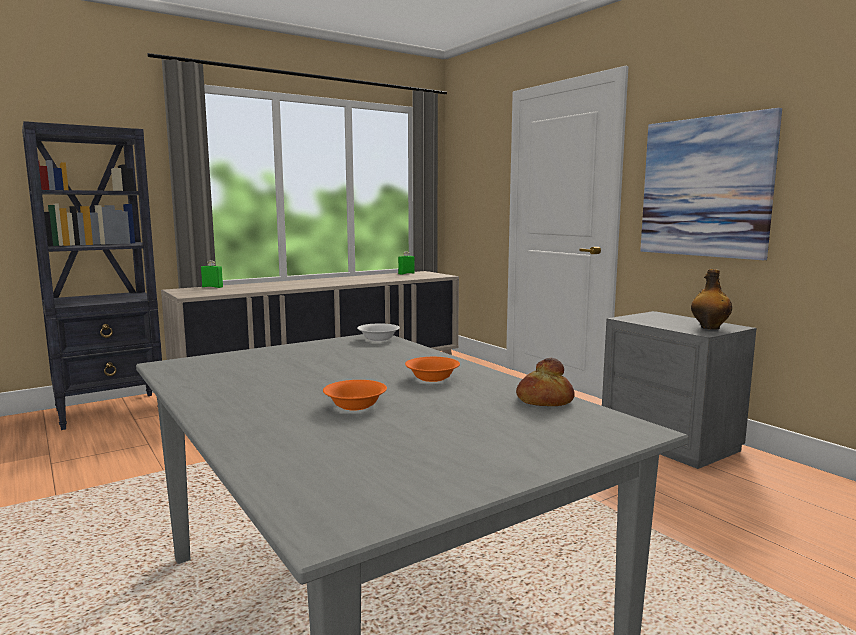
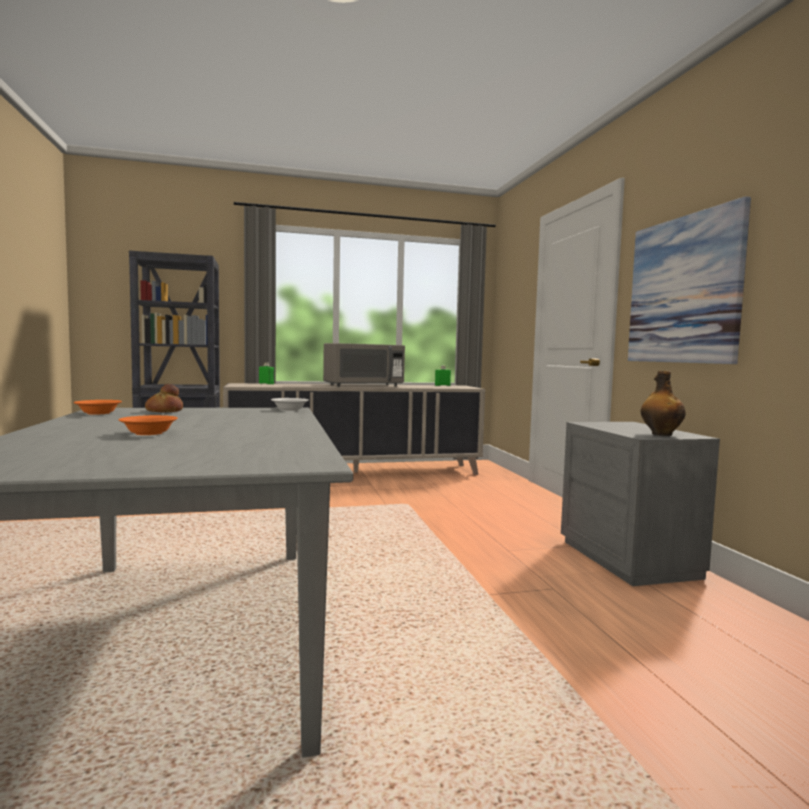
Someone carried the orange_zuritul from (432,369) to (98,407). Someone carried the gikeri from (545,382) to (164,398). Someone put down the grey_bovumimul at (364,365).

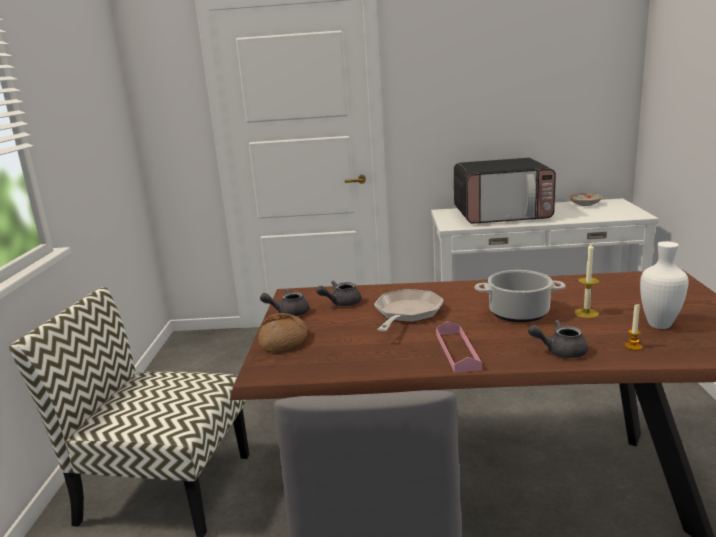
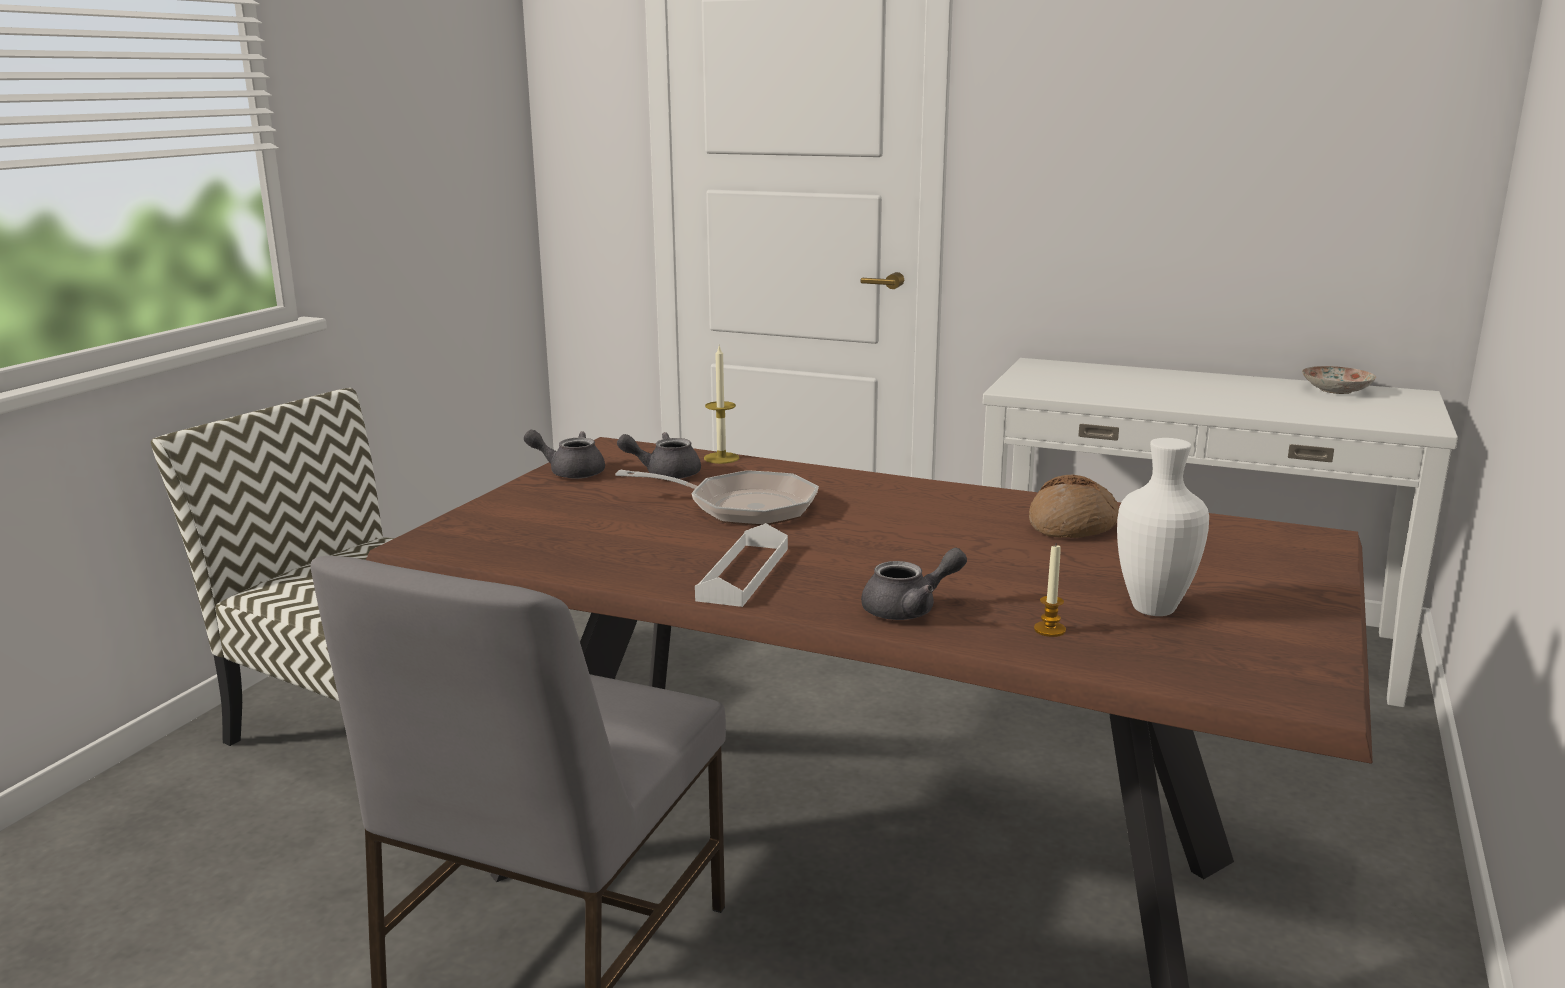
Someone carried the gikeri from (282,332) to (1074,506). Someone rotated the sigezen at (409,310) by 60 degrees clockwise. Someone repainted the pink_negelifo at (459,347), which became the white_negelifo at (741,565). Someone took away the bovumimul at (505,191). Someone took away the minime at (520,296). Someone rotated the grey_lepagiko at (558,339) by 135 degrees clockwise. Someone carried the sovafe from (586,280) to (721,405).

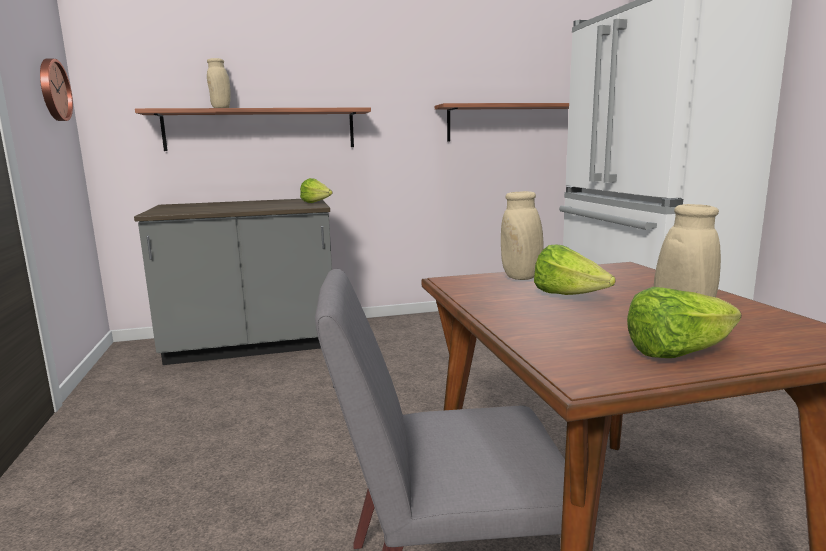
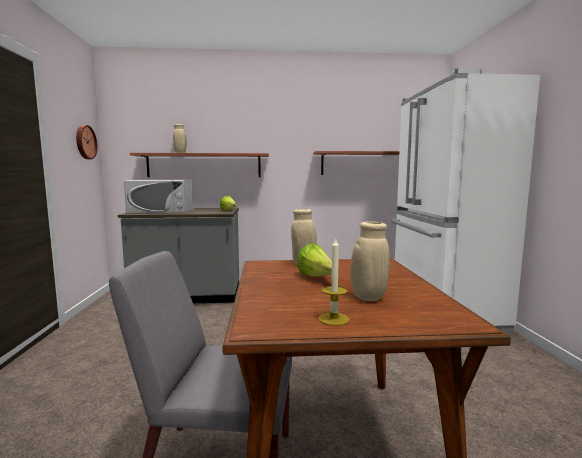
Someone swapped the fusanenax at (684,322) for the sovafe at (334,281). Someone put down the white_bovumimul at (158,196).

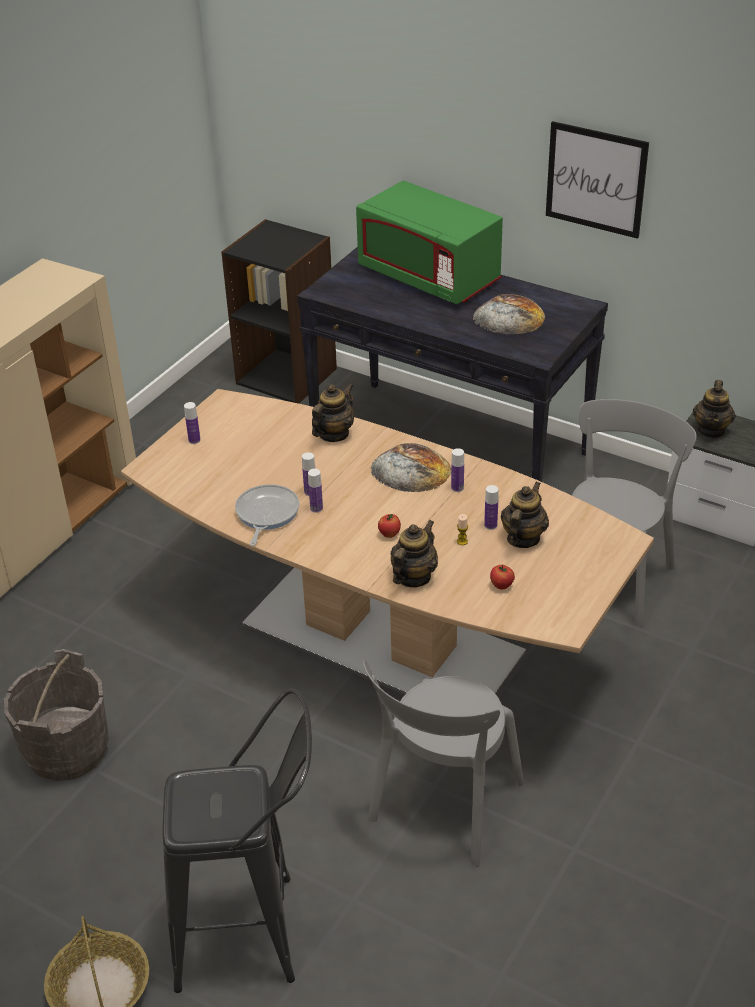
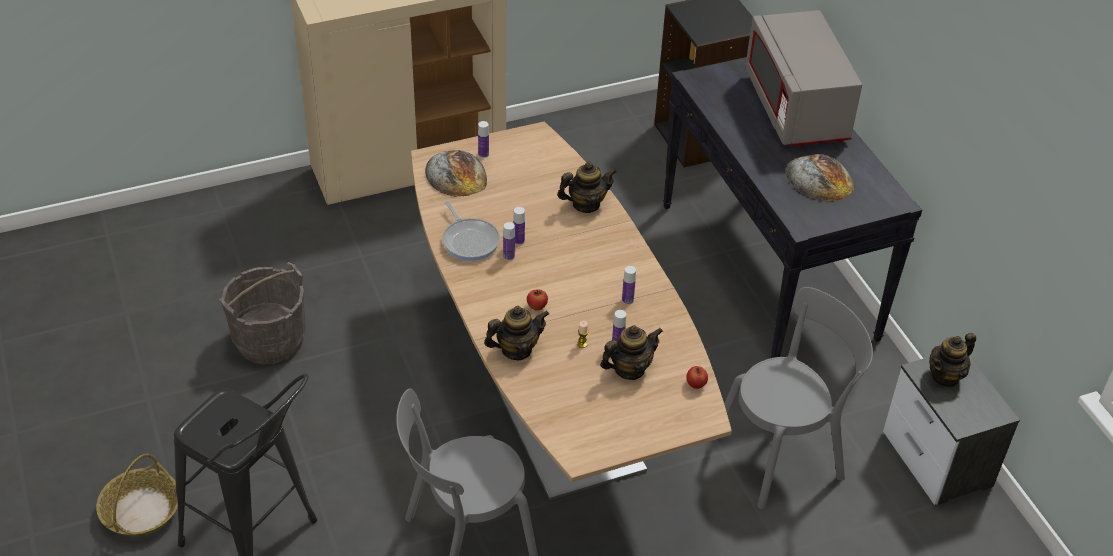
Someone rotated the sigezen at (267,515) by 105 degrees clockwise. Someone repainted the green_bovumimul at (429,242), which became the grey_bovumimul at (803,78). Someone carried the gikeri from (411,467) to (456,173). Someone carried the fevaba from (502,577) to (697,377). Someone took away the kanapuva at (597,180).

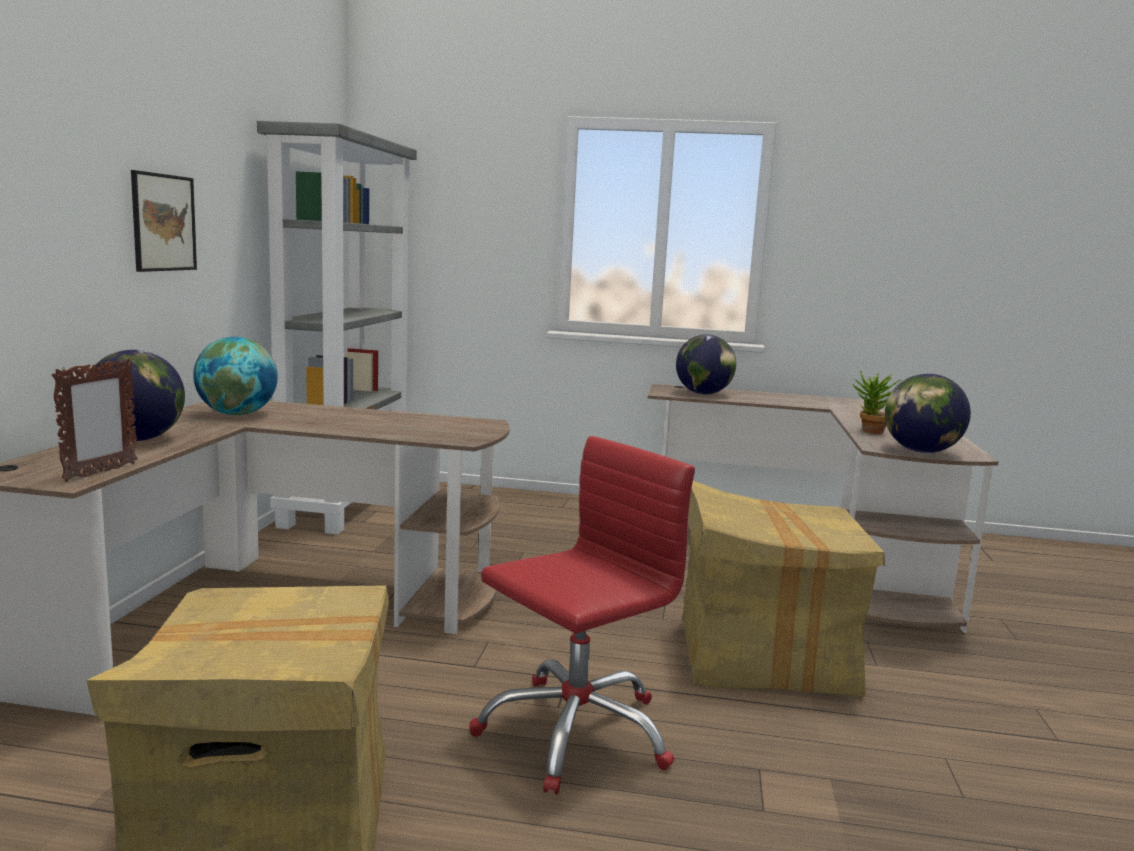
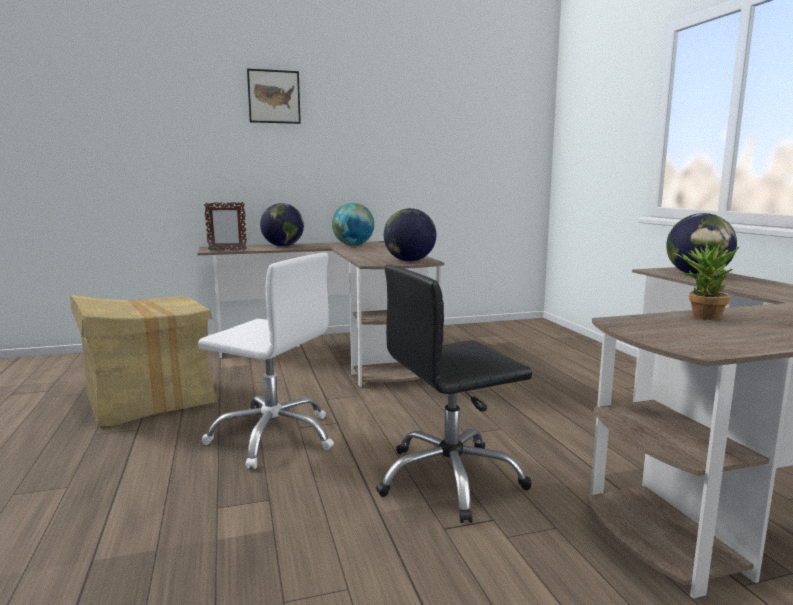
Someone carried the kanapuva from (164,221) to (274,96). Someone took away the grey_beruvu at (337,328). Someone repainted the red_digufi at (582,615), which became the white_digufi at (266,361). Someone swapped the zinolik at (783,589) for the black_digufi at (454,394). Someone carried the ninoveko from (928,413) to (410,235).

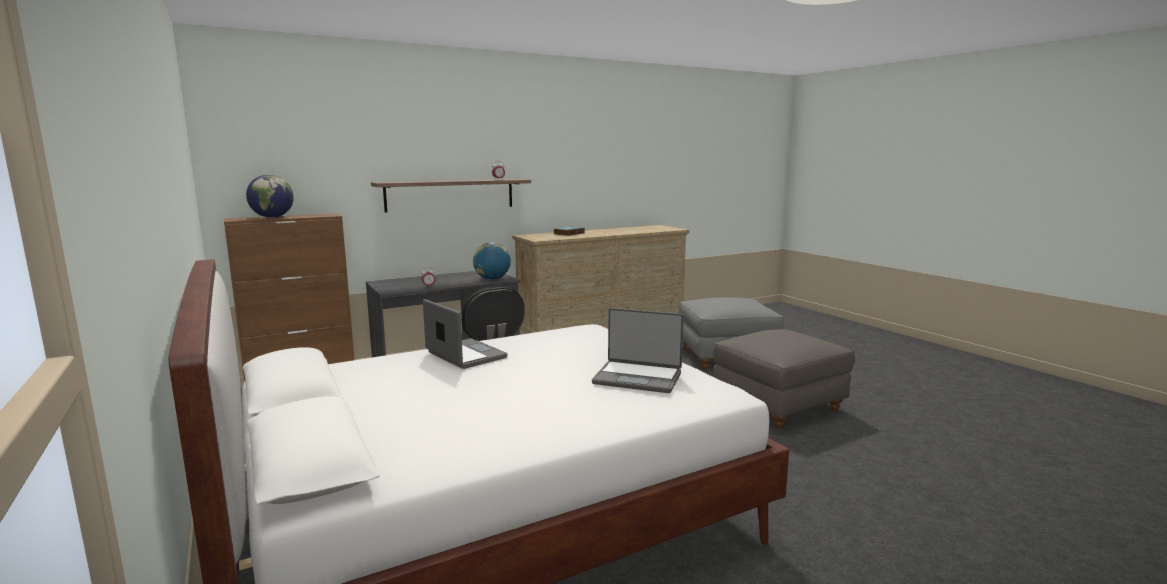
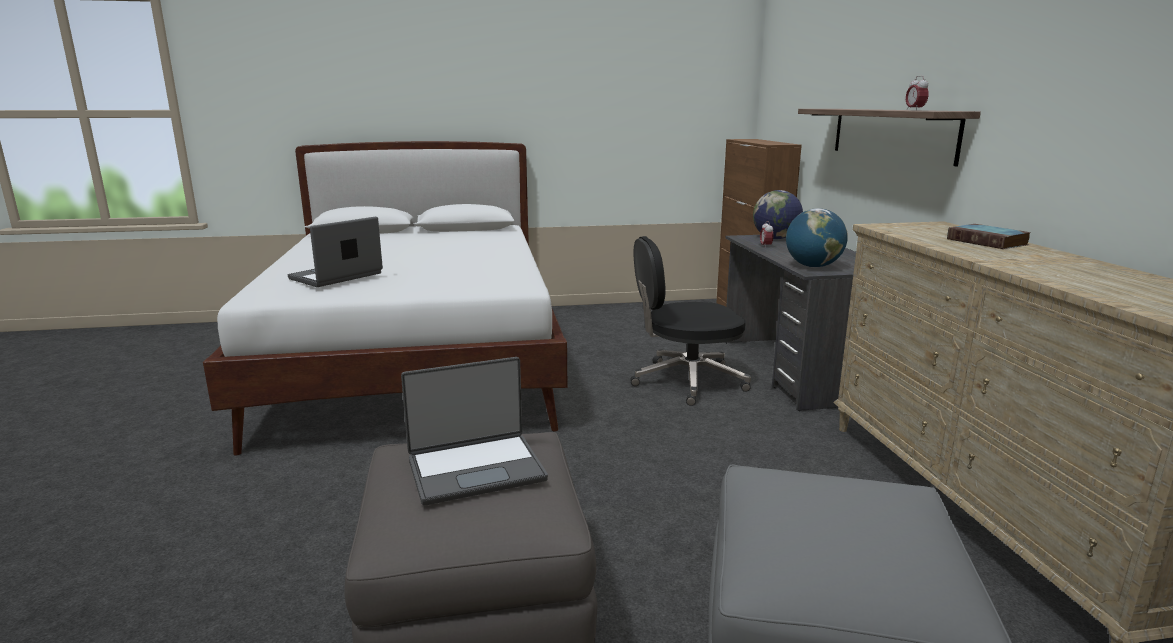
Someone carried the ninoveko from (270,196) to (778,214). Someone carried the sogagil from (465,334) to (474,431).

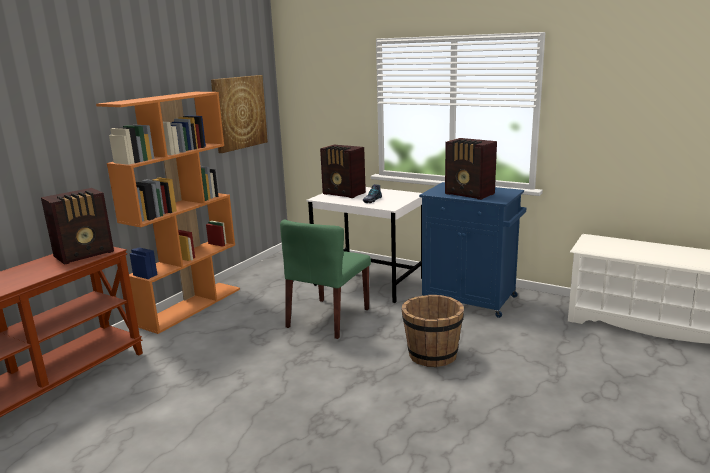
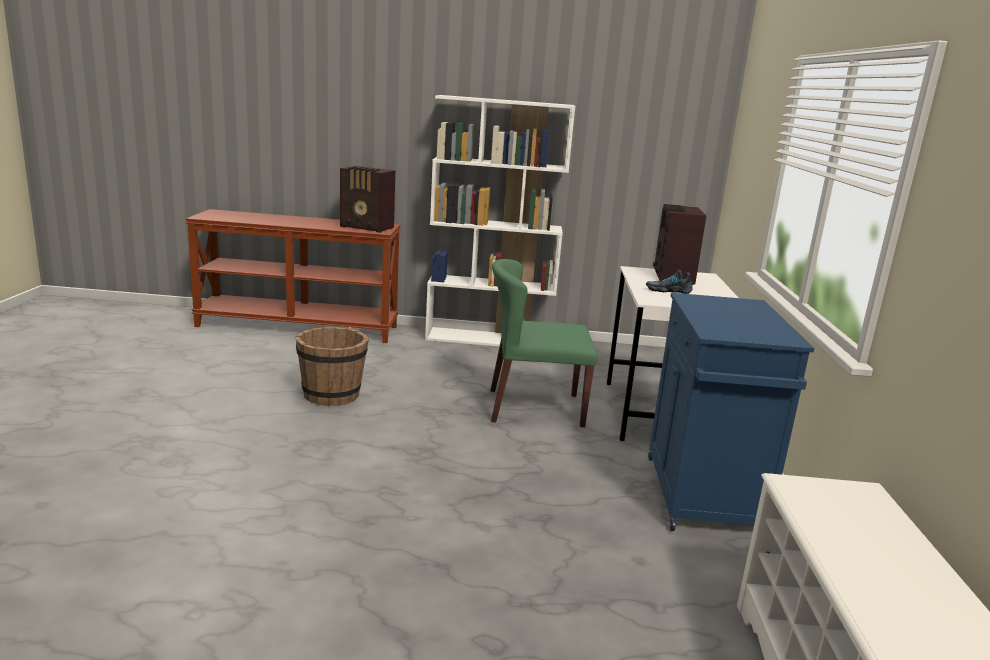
Someone repainted the orange_beruvu at (168,213), which became the white_beruvu at (500,220). Someone took away the kanapuva at (239,114). Someone carried the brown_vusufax from (432,331) to (332,366). Someone took away the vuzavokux at (471,169).

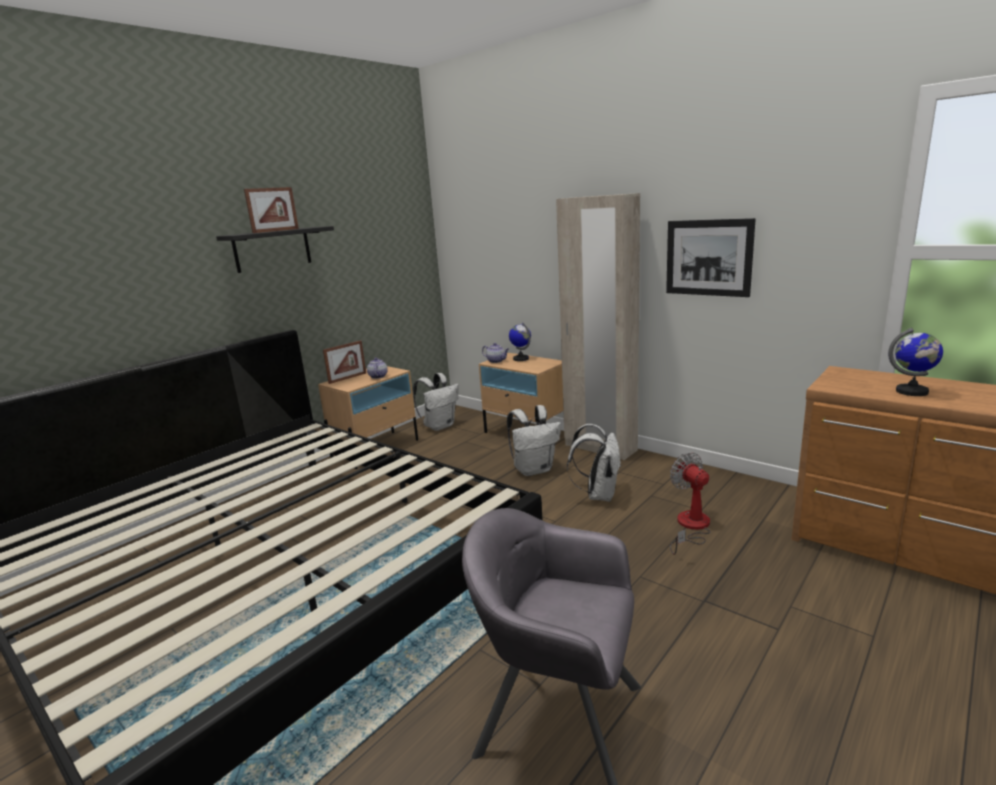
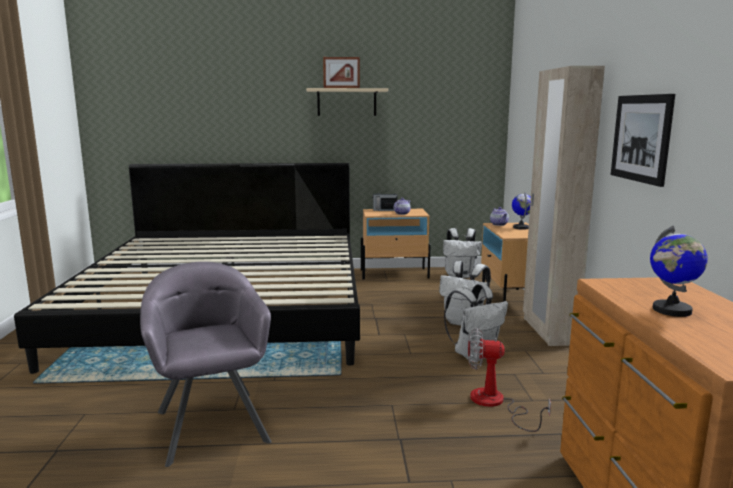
Someone repainted the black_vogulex at (275,249), which became the beige_vogulex at (347,102). Someone swapped the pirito at (344,362) for the vuzavokux at (385,200). Someone rotated the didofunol at (690,503) by 105 degrees counterclockwise.

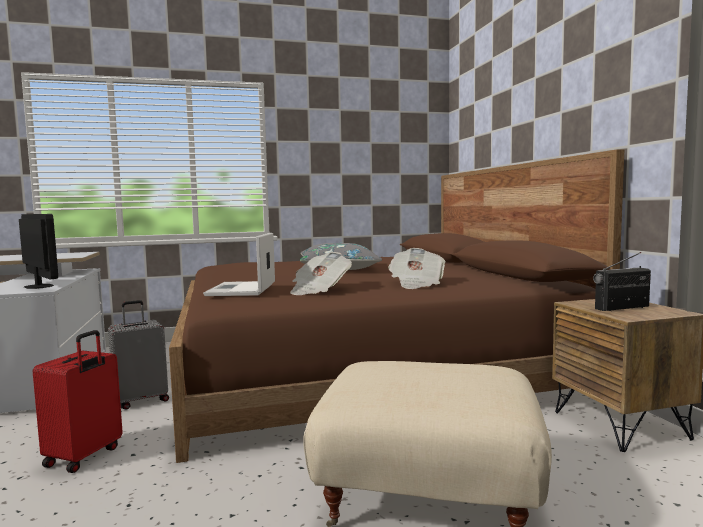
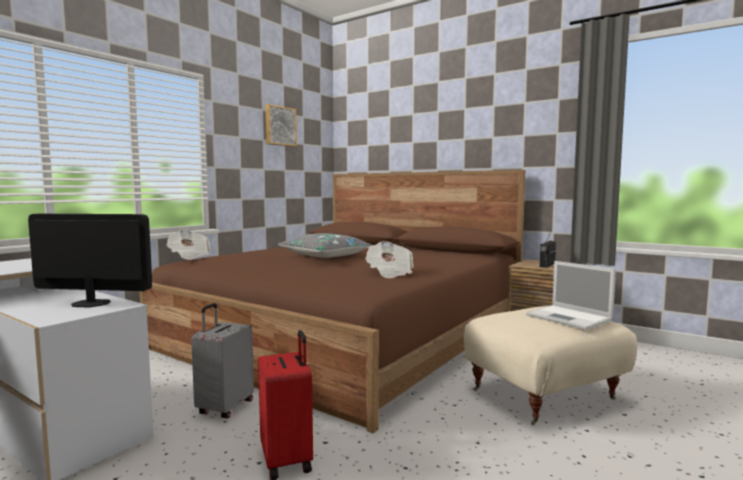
Someone carried the sogagil from (239,264) to (571,295). Someone carried the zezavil from (417,268) to (188,244). Someone put up the kanapuva at (281,125).

